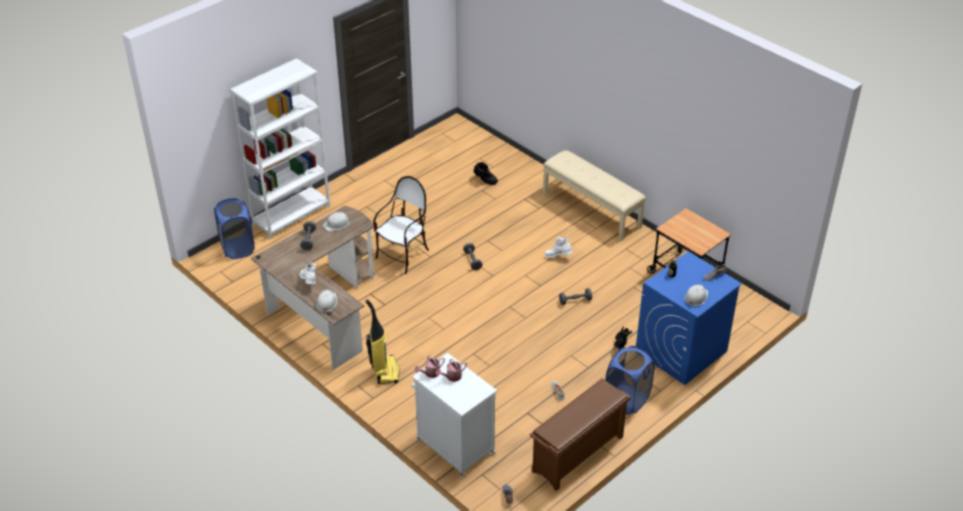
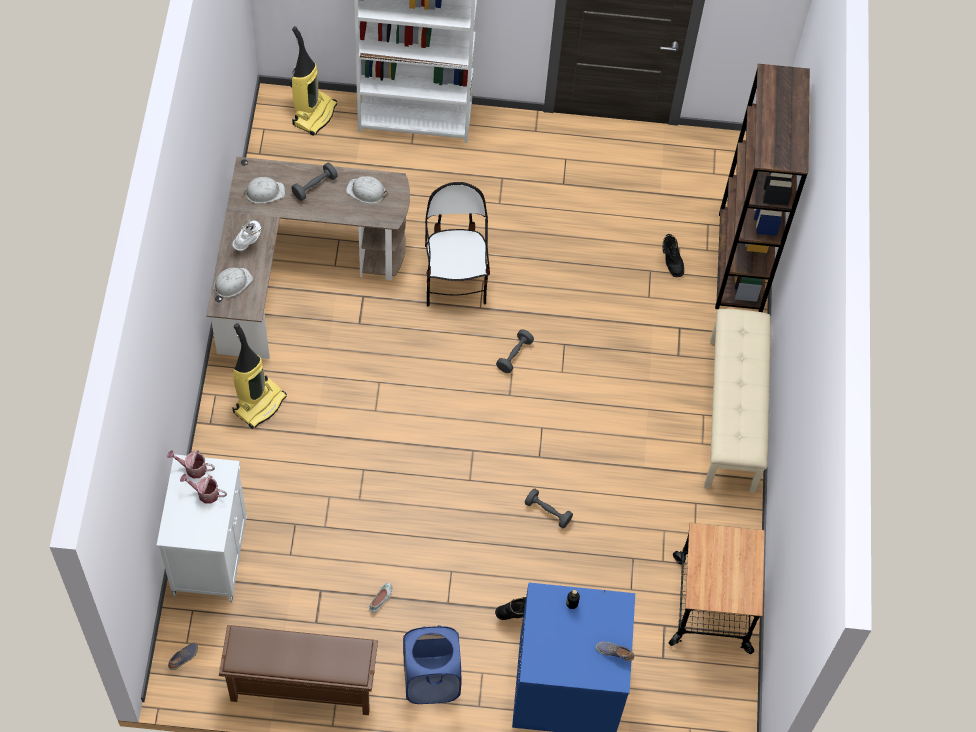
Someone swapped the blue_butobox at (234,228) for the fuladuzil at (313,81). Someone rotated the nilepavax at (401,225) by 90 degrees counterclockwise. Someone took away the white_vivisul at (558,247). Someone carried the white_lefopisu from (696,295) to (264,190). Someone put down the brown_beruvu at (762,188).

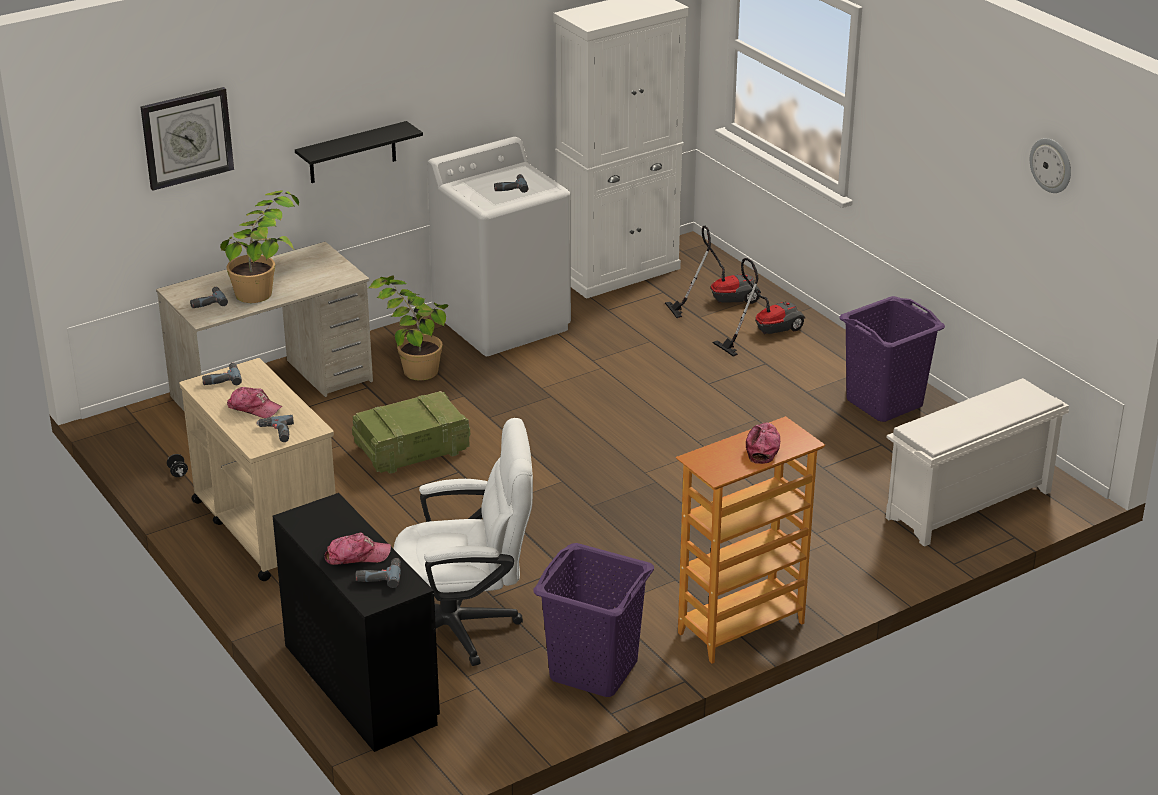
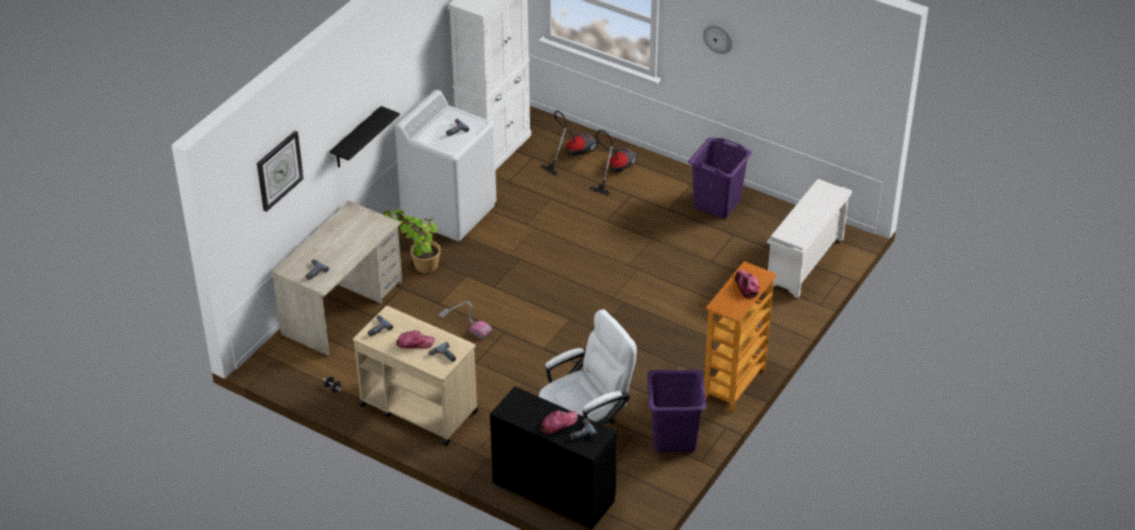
Someone took away the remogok at (259,246). Someone swapped the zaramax at (411,432) for the fuladuzil at (465,320). Someone carried the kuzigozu from (1050,165) to (718,39).

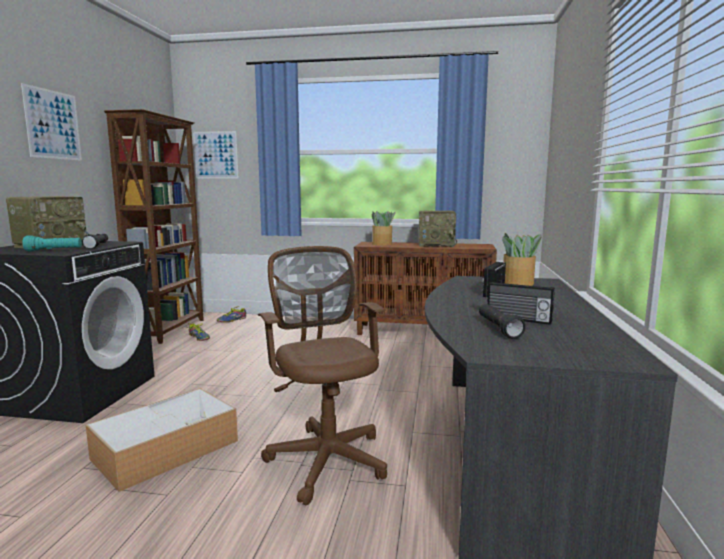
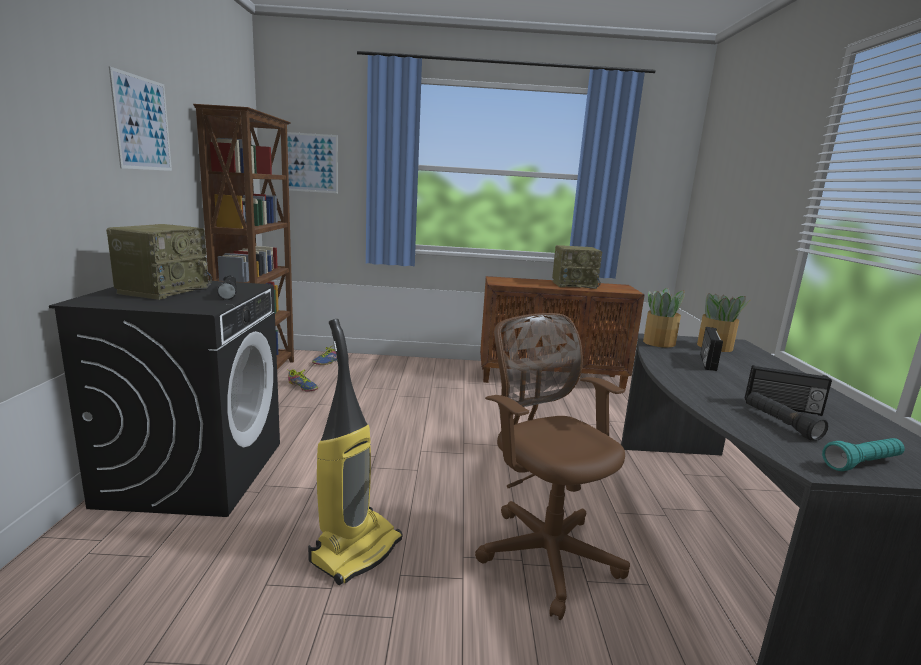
Someone carried the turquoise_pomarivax from (52,243) to (863,454). Someone swapped the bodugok at (162,440) for the fuladuzil at (355,452). Someone carried the remogok from (384,228) to (664,317).

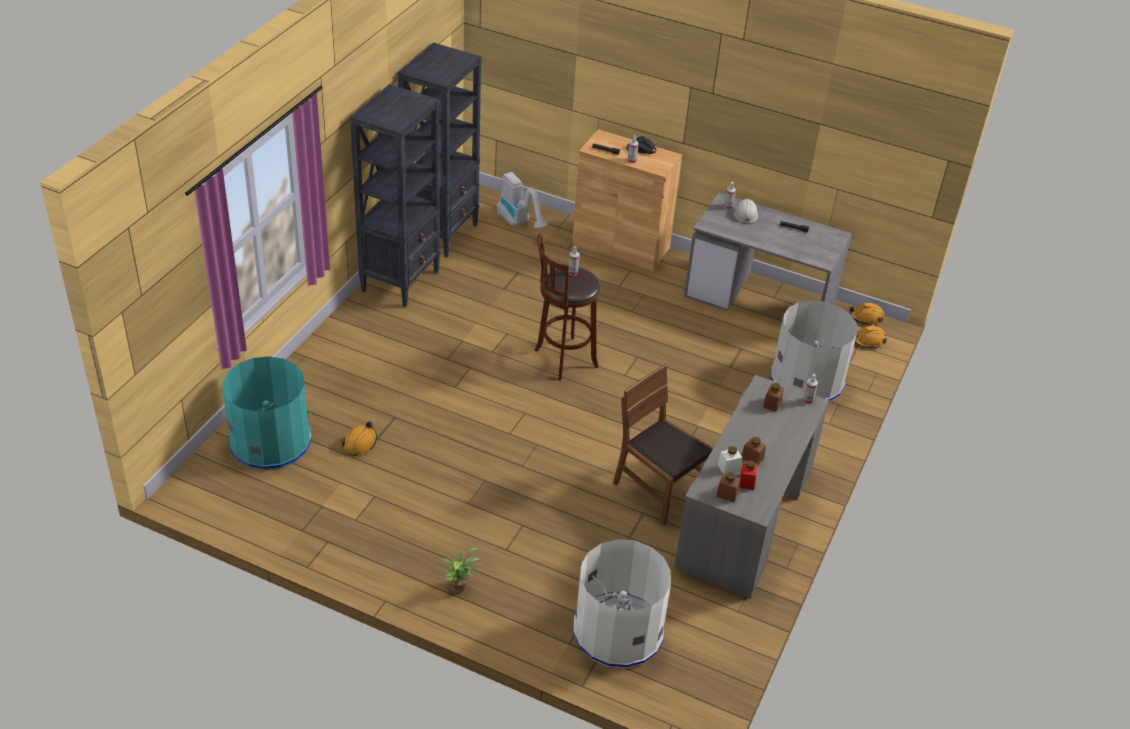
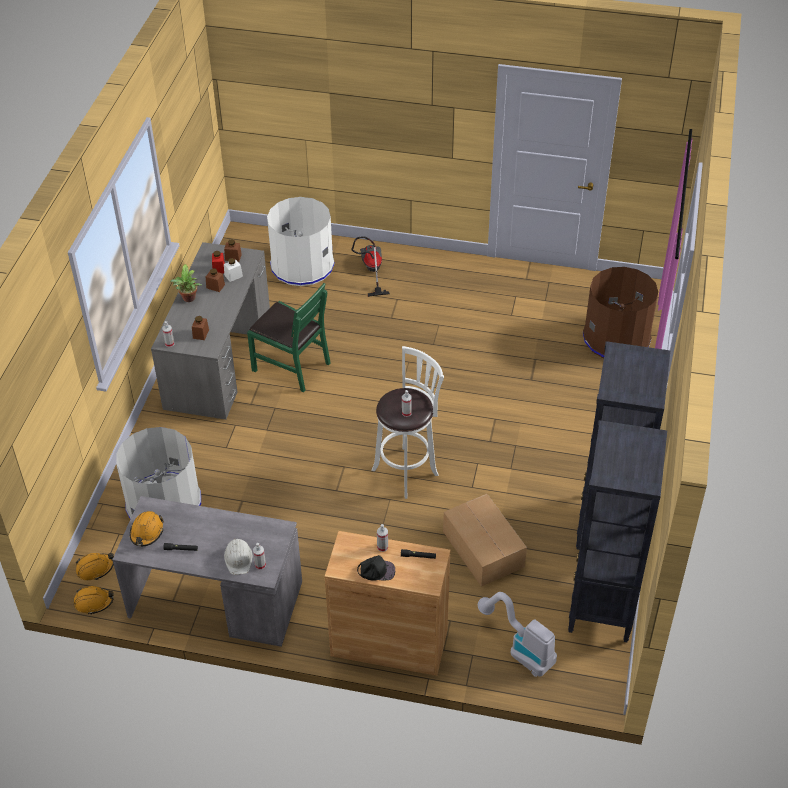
Someone repainted the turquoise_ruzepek at (267,413), which became the brown_ruzepek at (620,312). Someone carried the orange_lefopisu from (359,438) to (147,528). Someone carried the remogok from (460,570) to (186,283). Someone repainted the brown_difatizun at (567,307), which became the white_difatizun at (408,422). Someone repainted the brown_nilepavax at (663,445), which became the green_nilepavax at (289,337). Someone put down the fuladuzil at (370,266). Someone put down the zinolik at (485,540).

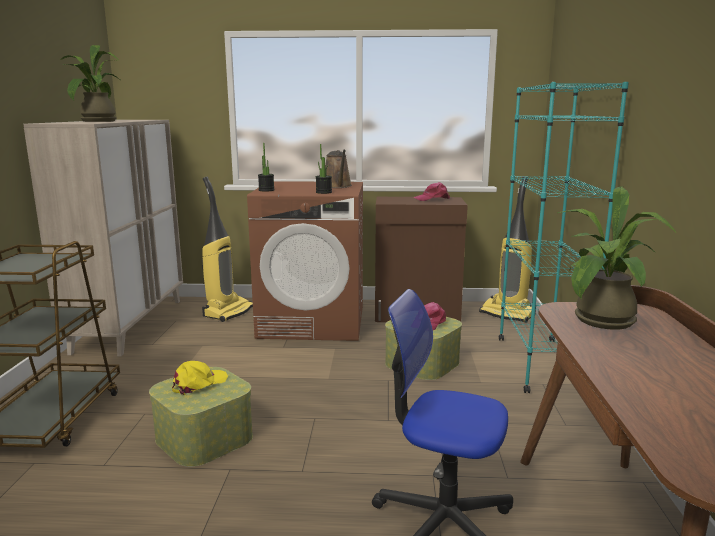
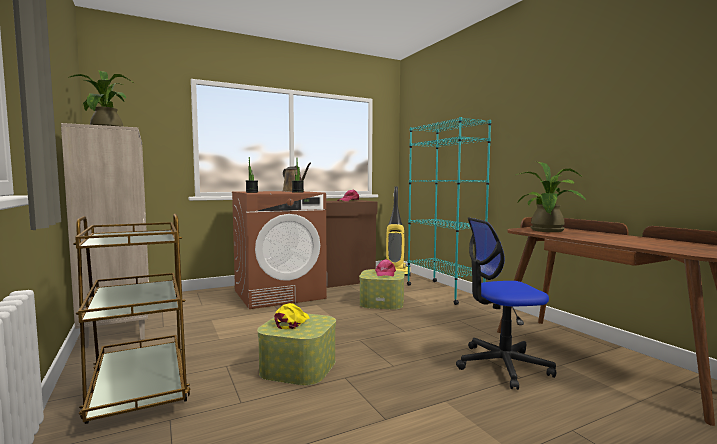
Someone took away the fuladuzil at (227,249).

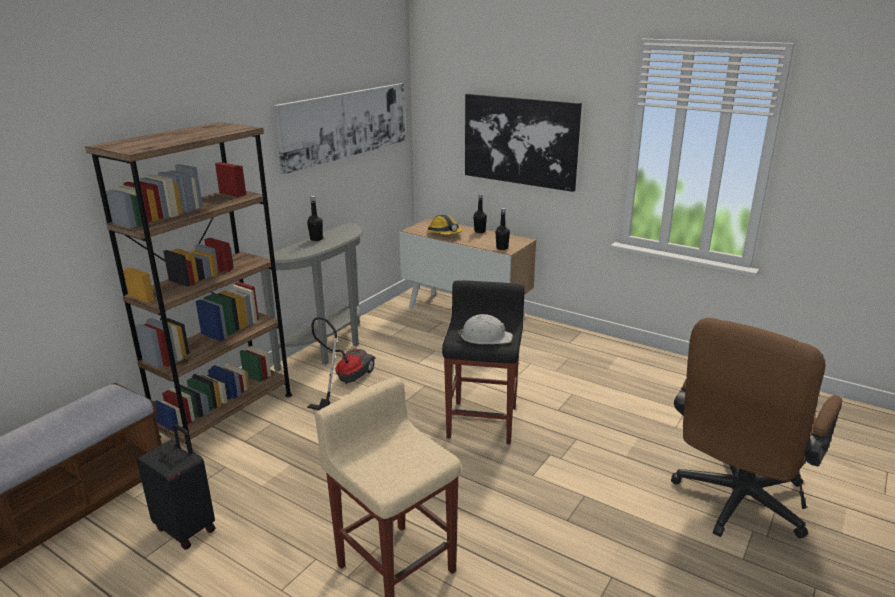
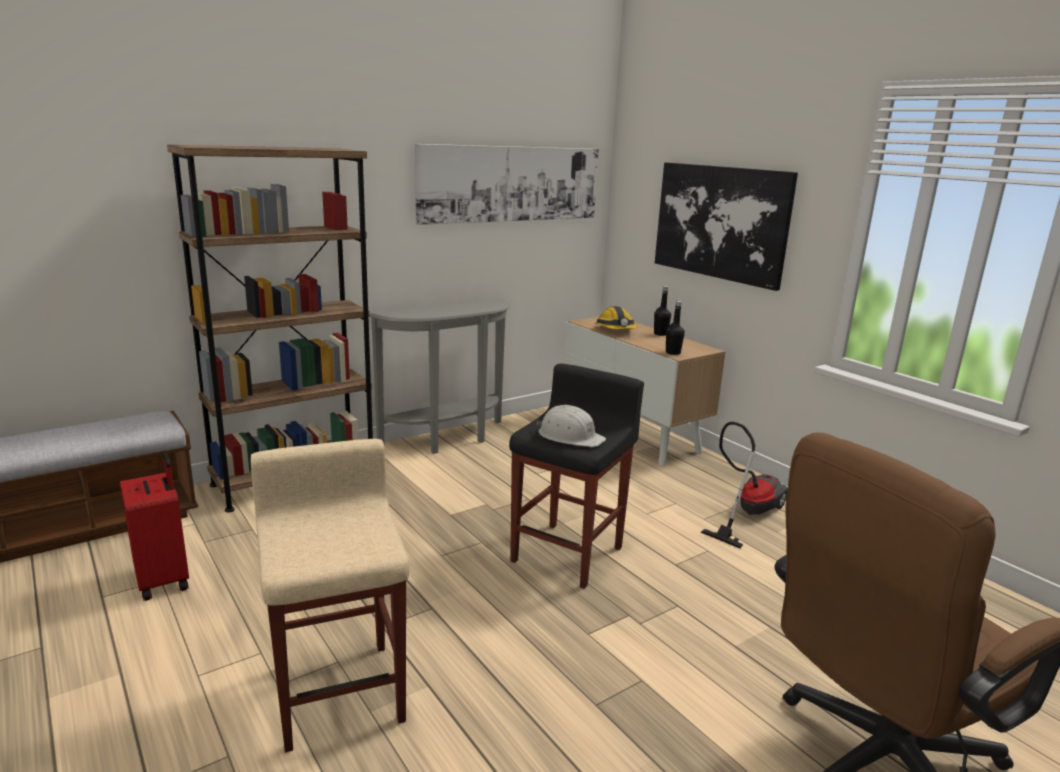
Someone repainted the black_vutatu at (176,487), which became the red_vutatu at (154,526). Someone took away the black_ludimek at (315,218). Someone carried the fuladuzil from (341,363) to (744,485).

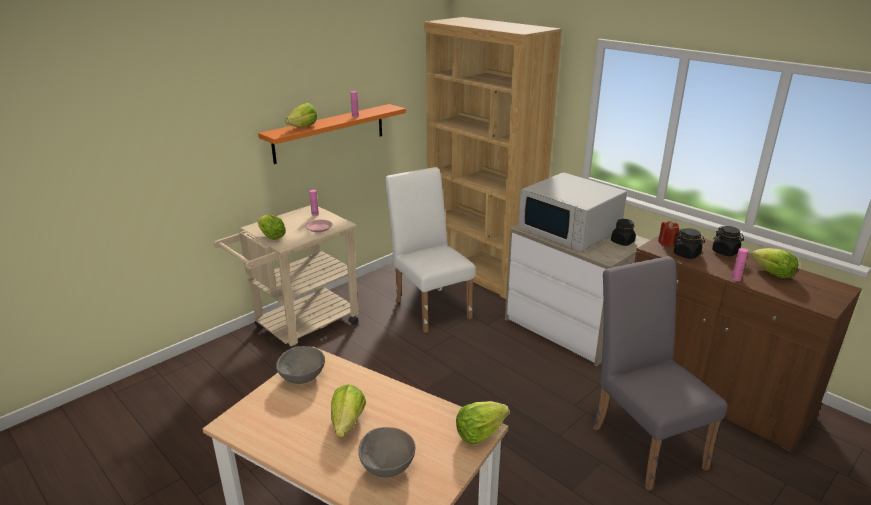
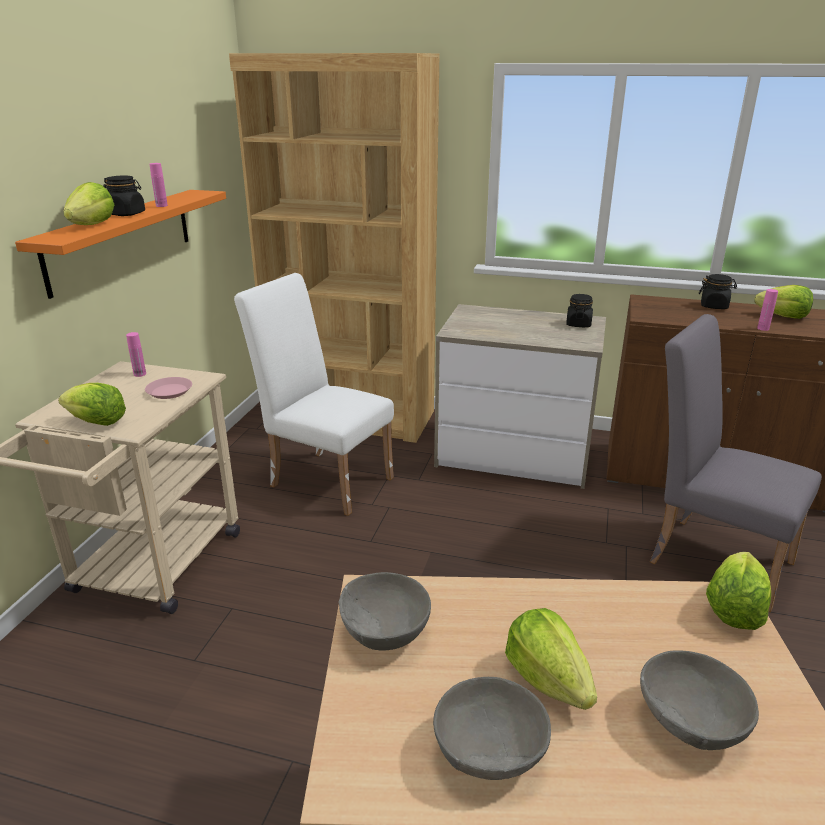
Someone took away the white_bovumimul at (572,211). Someone took away the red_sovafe at (668,233). Someone carried the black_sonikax from (689,243) to (124,195). Someone put down the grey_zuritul at (492,728).

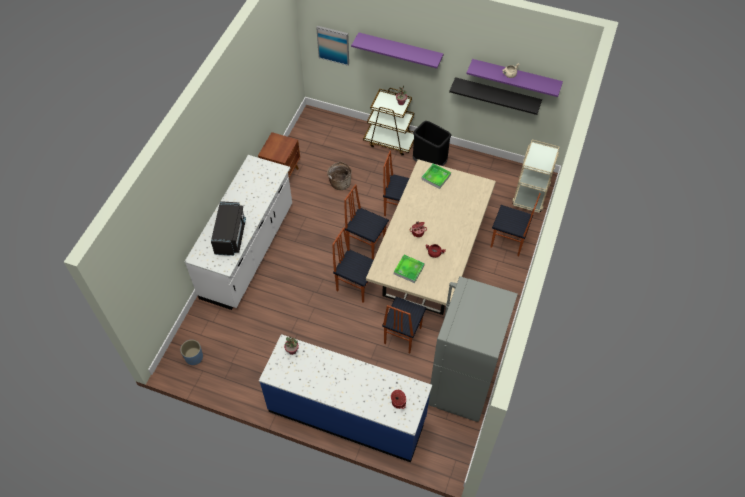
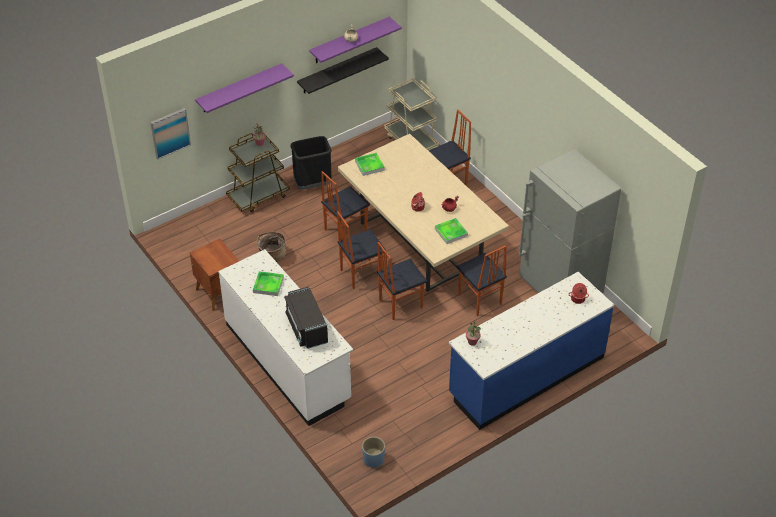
Someone rotated the black_bovumimul at (228,228) by 150 degrees counterclockwise. Someone put down the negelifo at (268,283).

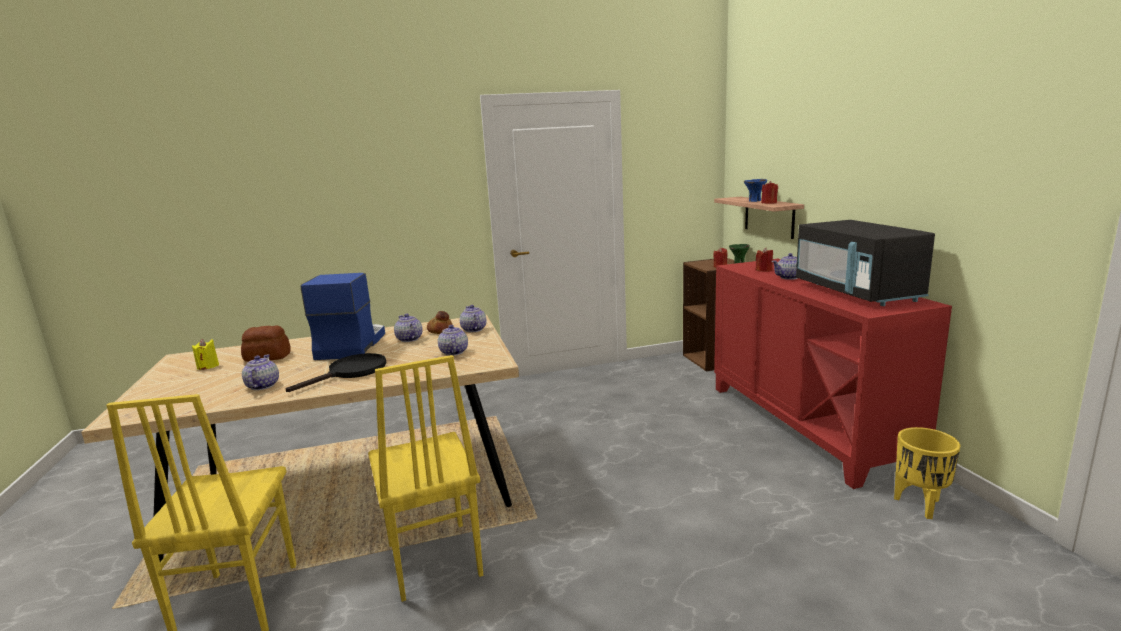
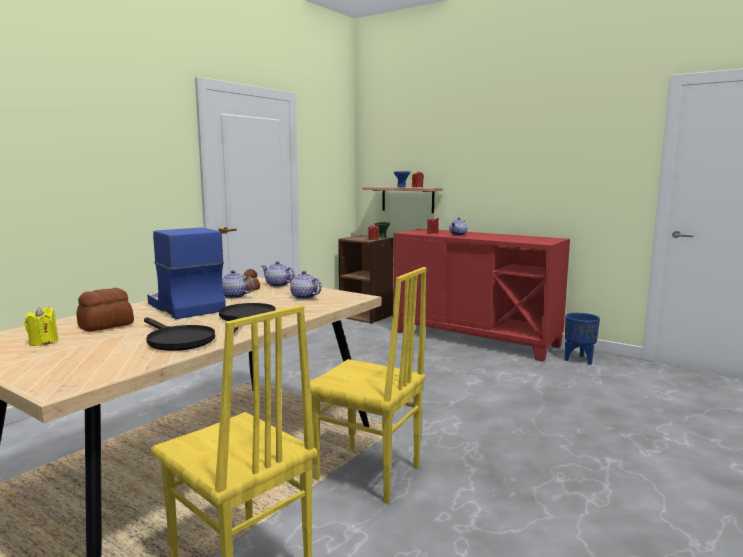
Someone swapped the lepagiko at (260,372) for the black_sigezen at (179,334). Someone took away the black_bovumimul at (865,263). Someone repainted the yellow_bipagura at (927,473), which became the blue_bipagura at (582,339).

